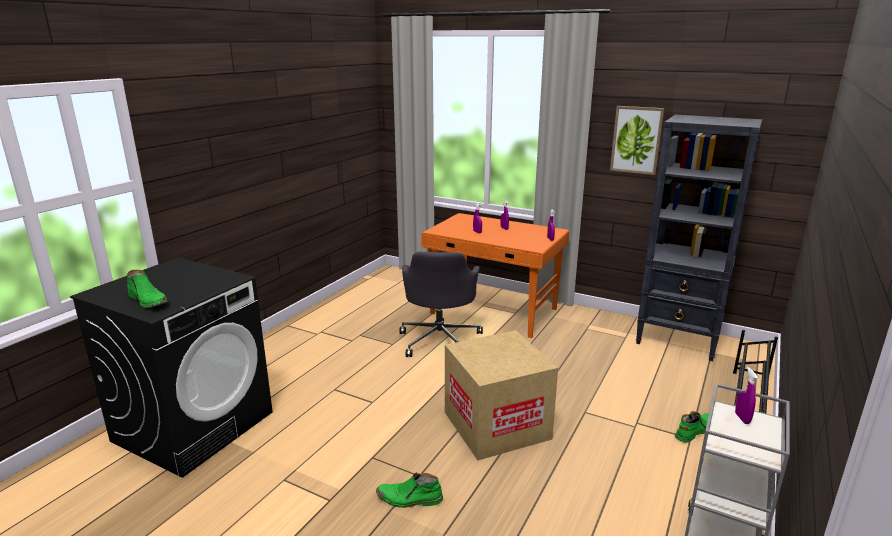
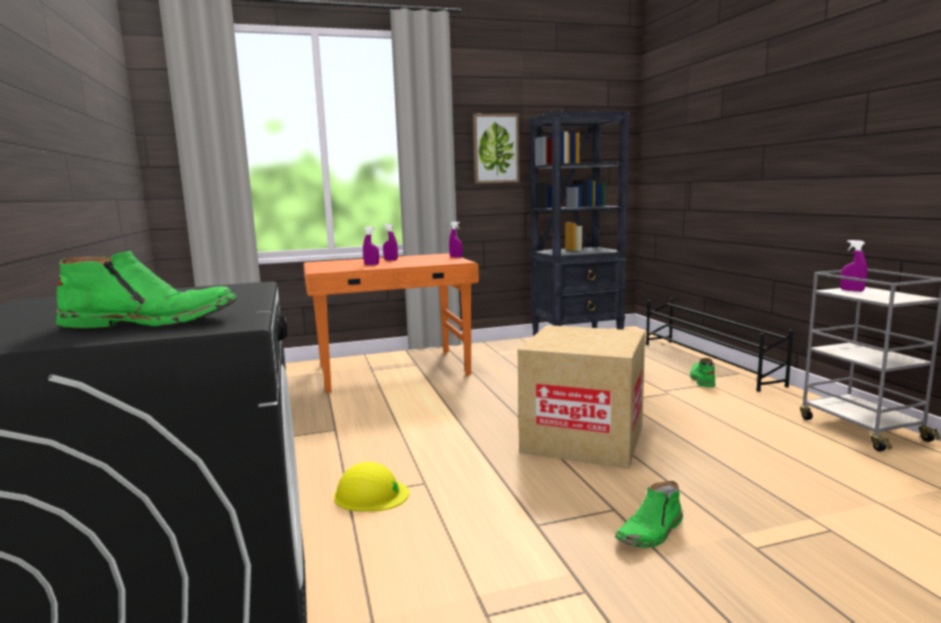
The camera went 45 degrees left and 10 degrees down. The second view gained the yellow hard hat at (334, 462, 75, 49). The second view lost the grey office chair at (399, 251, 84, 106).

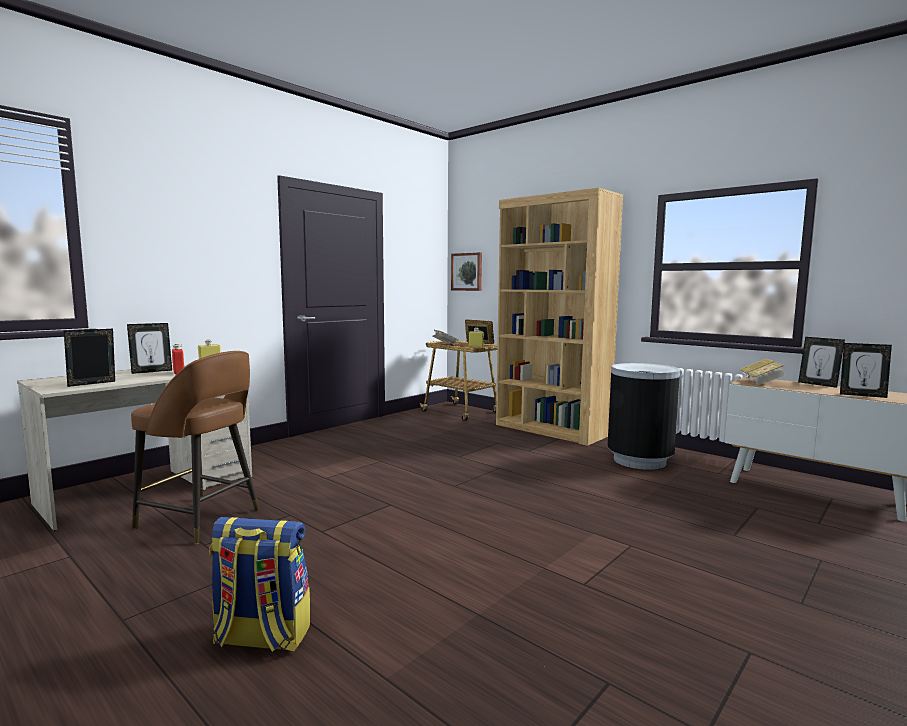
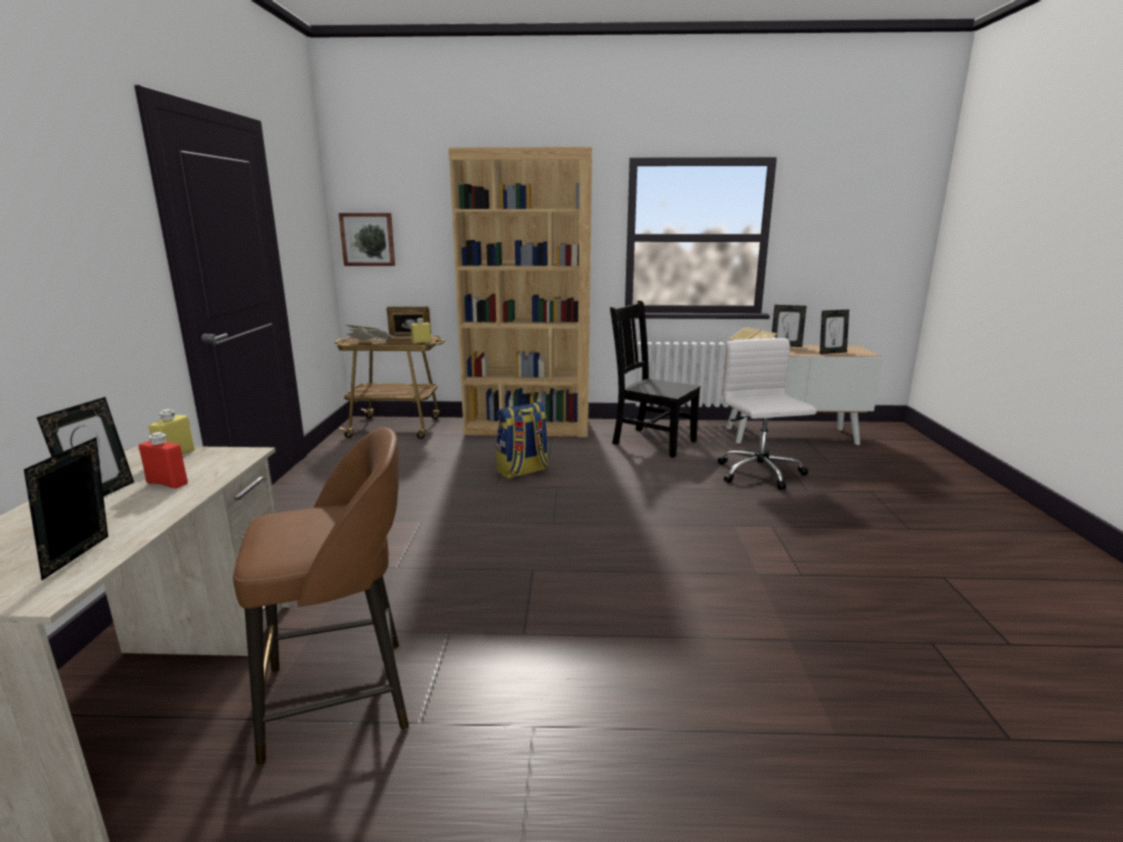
The camera went 40 degrees left and 10 degrees up. The backpack ended up elsewhere, having gone from (209, 517, 101, 135) to (496, 402, 52, 77). Where the black trash can stood at (607, 363, 73, 107), the black chair came to stand at (610, 300, 91, 158). The second view gained the white office chair at (718, 338, 99, 152).

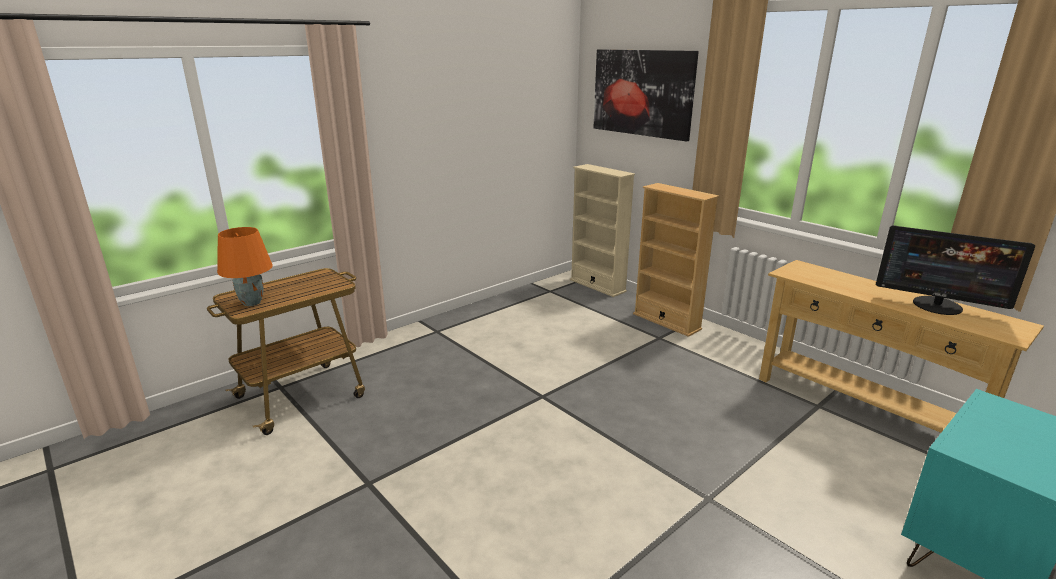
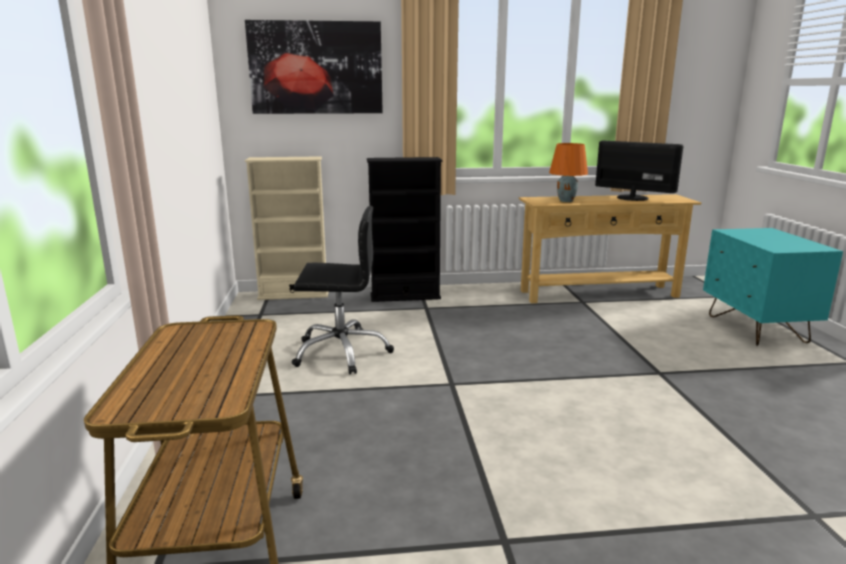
The camera went 55 degrees left and 5 degrees down. The second view gained the black office chair at (292, 206, 102, 168). What was the beige bookcase at (633, 183, 86, 154) turned into the black bookcase at (367, 157, 75, 145). The orange table lamp ended up elsewhere, having gone from (217, 227, 56, 79) to (549, 143, 39, 59). The monitor at (876, 225, 159, 90) ended up facing another way, 120 degrees counterclockwise from before.

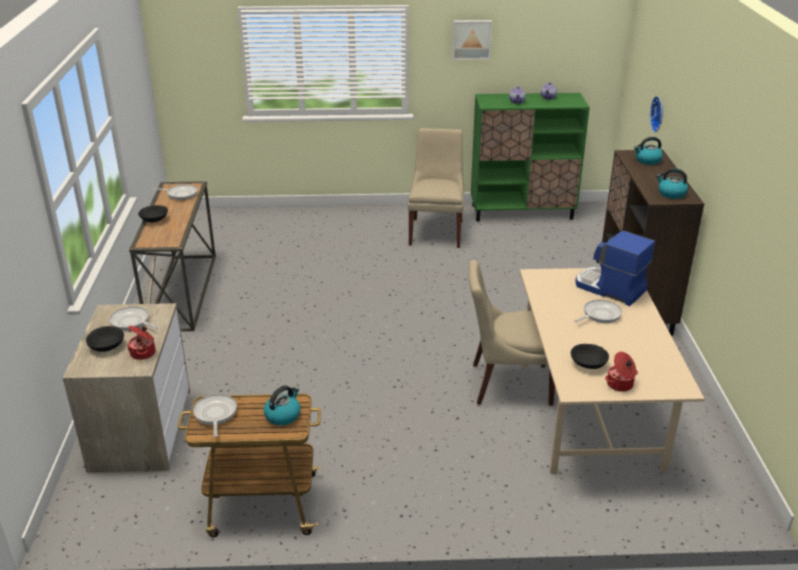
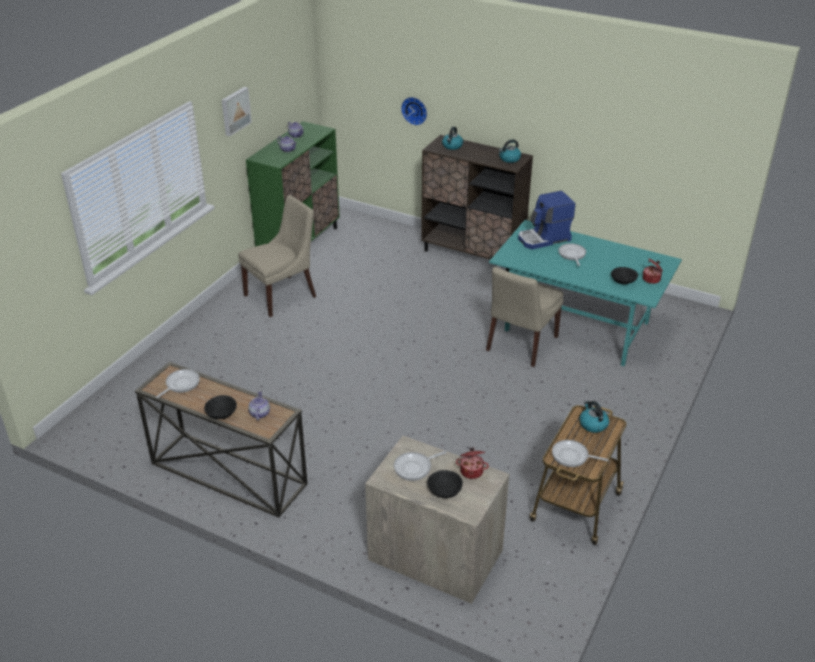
The camera went 60 degrees left and 5 degrees up. The beige chair at (408, 128, 56, 120) ended up facing another way, 105 degrees clockwise from before. The second view gained the teapot at (248, 391, 22, 29). What was the beige dining table at (520, 268, 185, 206) turned into the turquoise dining table at (489, 220, 193, 146).

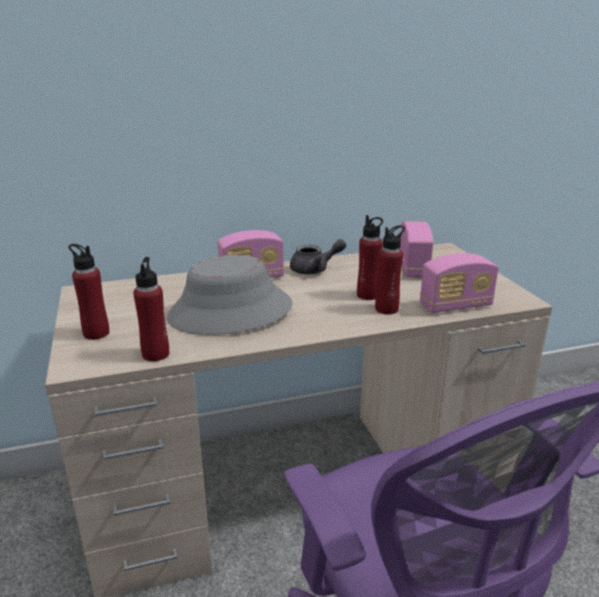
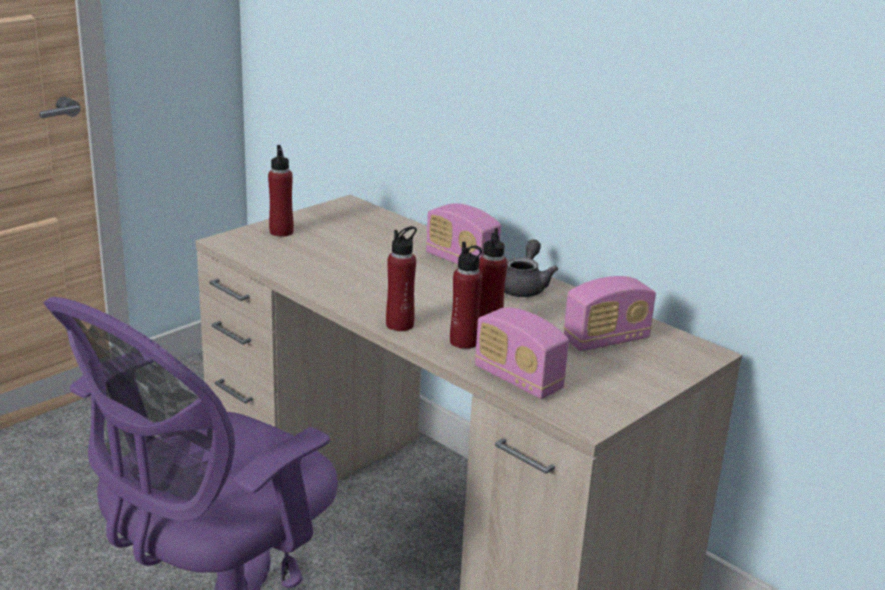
The camera went 60 degrees right and 0 degrees up. The red bottle ended up elsewhere, having gone from (133, 257, 36, 104) to (386, 226, 31, 105). The grey teapot at (290, 239, 56, 35) ended up facing another way, 120 degrees counterclockwise from before. The second view lost the grey hat at (167, 255, 126, 80).

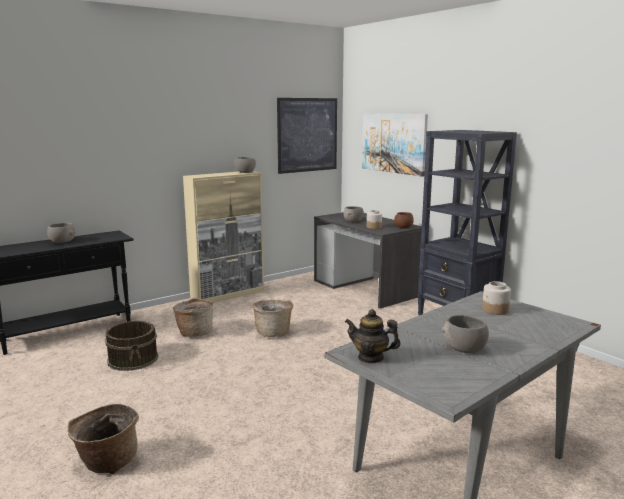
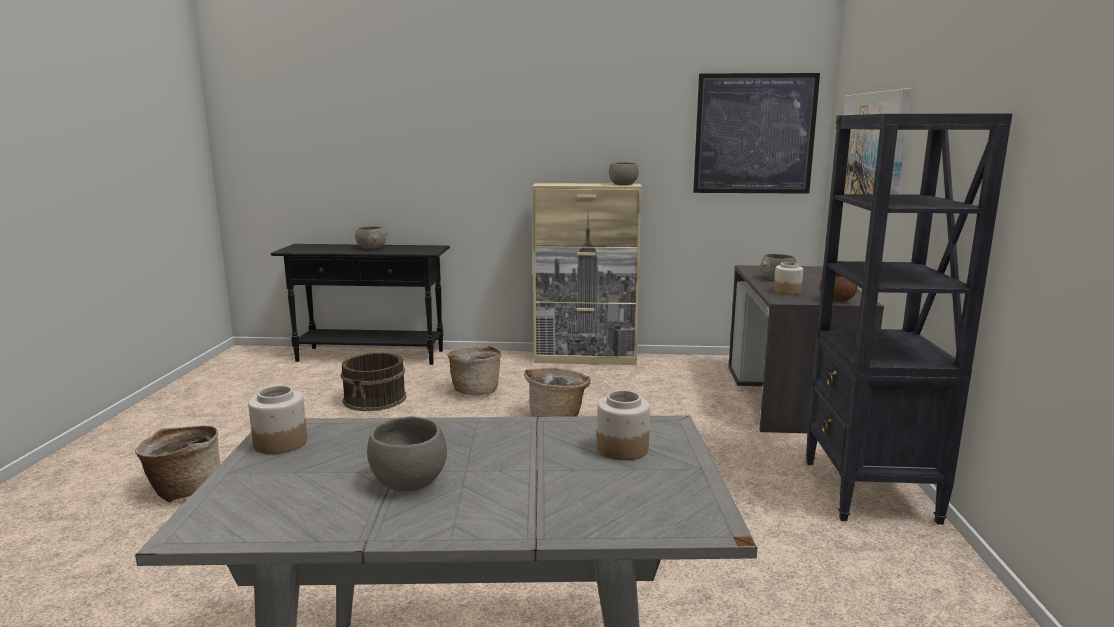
The camera went 40 degrees right and 0 degrees up. Where the teapot stood at (345, 309, 55, 55), the jar came to stand at (248, 386, 59, 68).

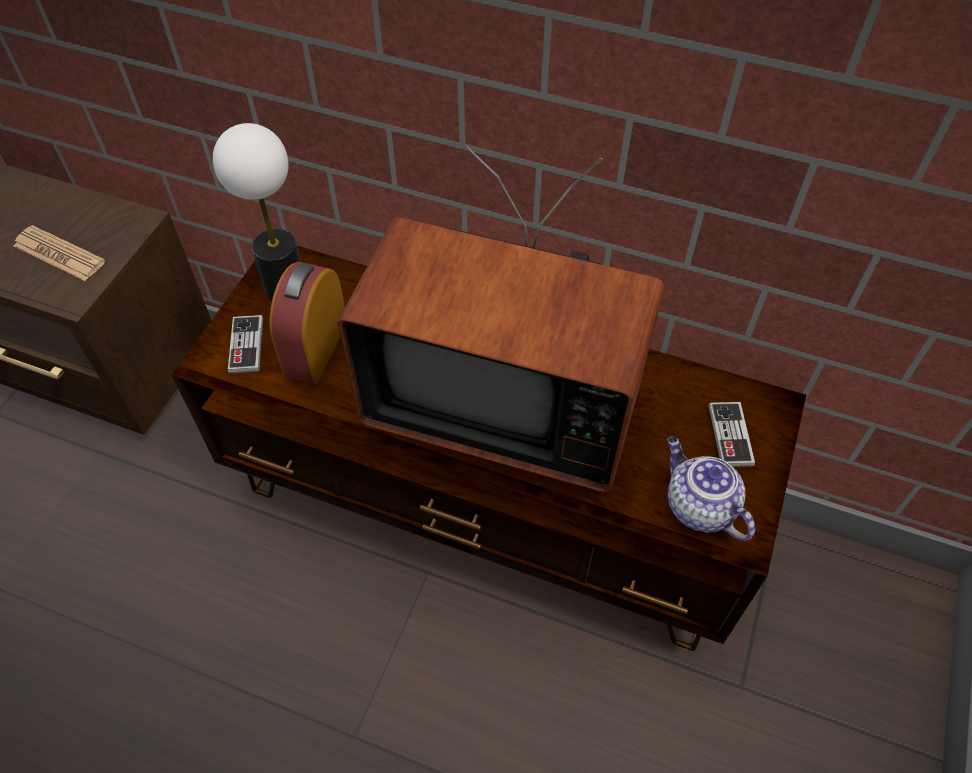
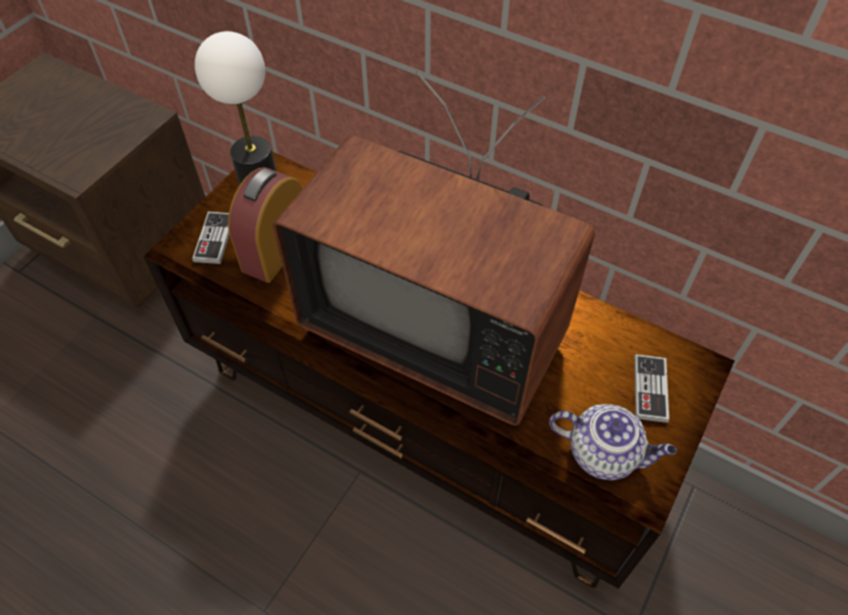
The camera went 10 degrees right and 0 degrees up. The teapot at (667, 437, 88, 104) ended up facing another way, 135 degrees clockwise from before. The second view lost the newspaper at (14, 225, 91, 56).

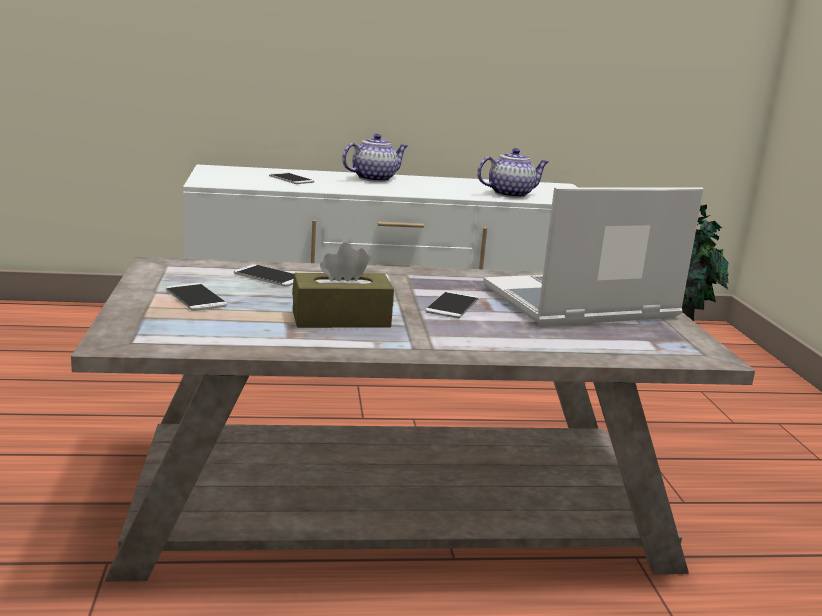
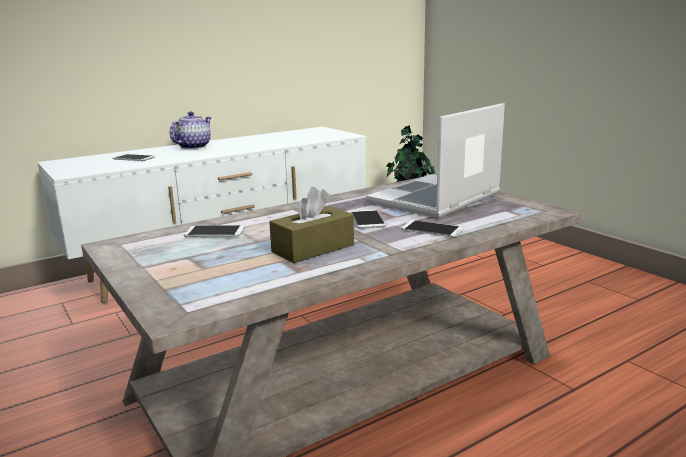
The camera went 25 degrees left and 0 degrees up. The phone ended up elsewhere, having gone from (166, 283, 61, 28) to (401, 220, 62, 17). The second view lost the teapot at (477, 148, 72, 50).

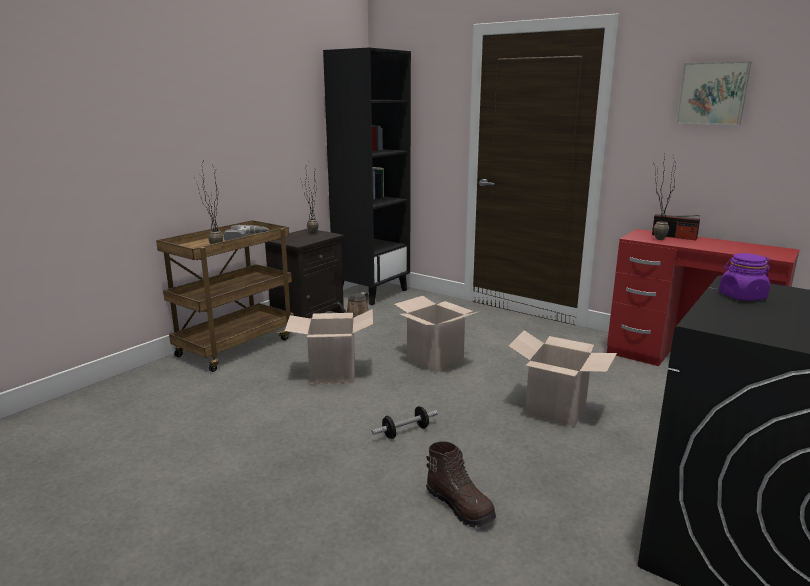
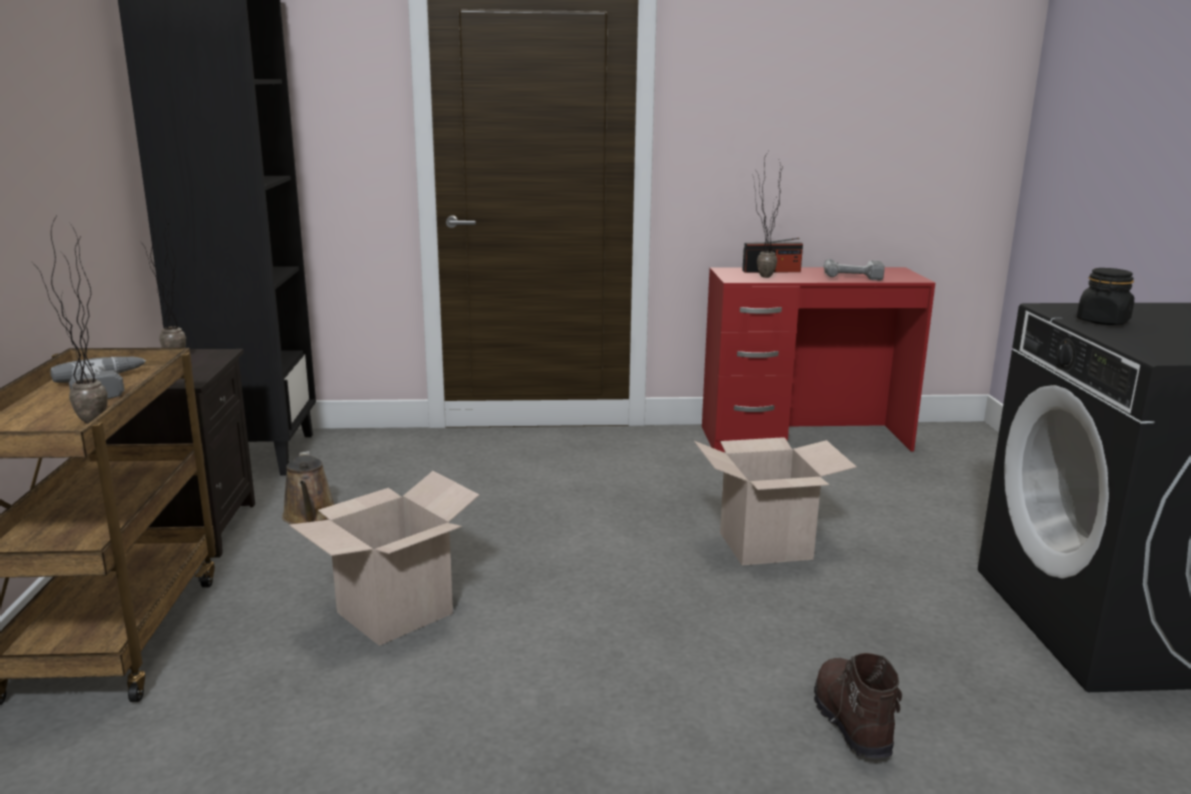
The camera went 40 degrees left and 0 degrees up. The brown boot at (426, 442, 70, 86) ended up facing another way, 105 degrees counterclockwise from before. The second view gained the power drill at (824, 259, 61, 22). What was the purple jar at (719, 253, 51, 48) turned into the black jar at (1077, 268, 57, 57). The second view lost the dumbbell at (372, 406, 66, 33). The second view lost the cardboard box at (394, 296, 86, 77). The second view lost the picture at (676, 61, 75, 64).

